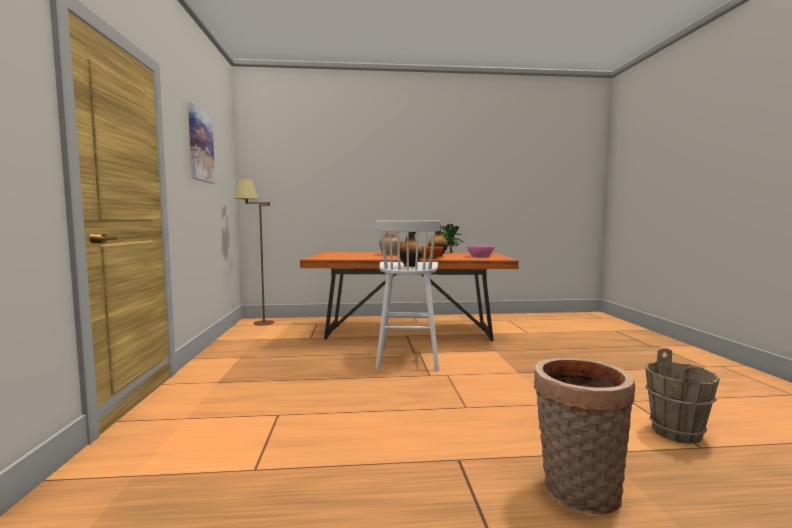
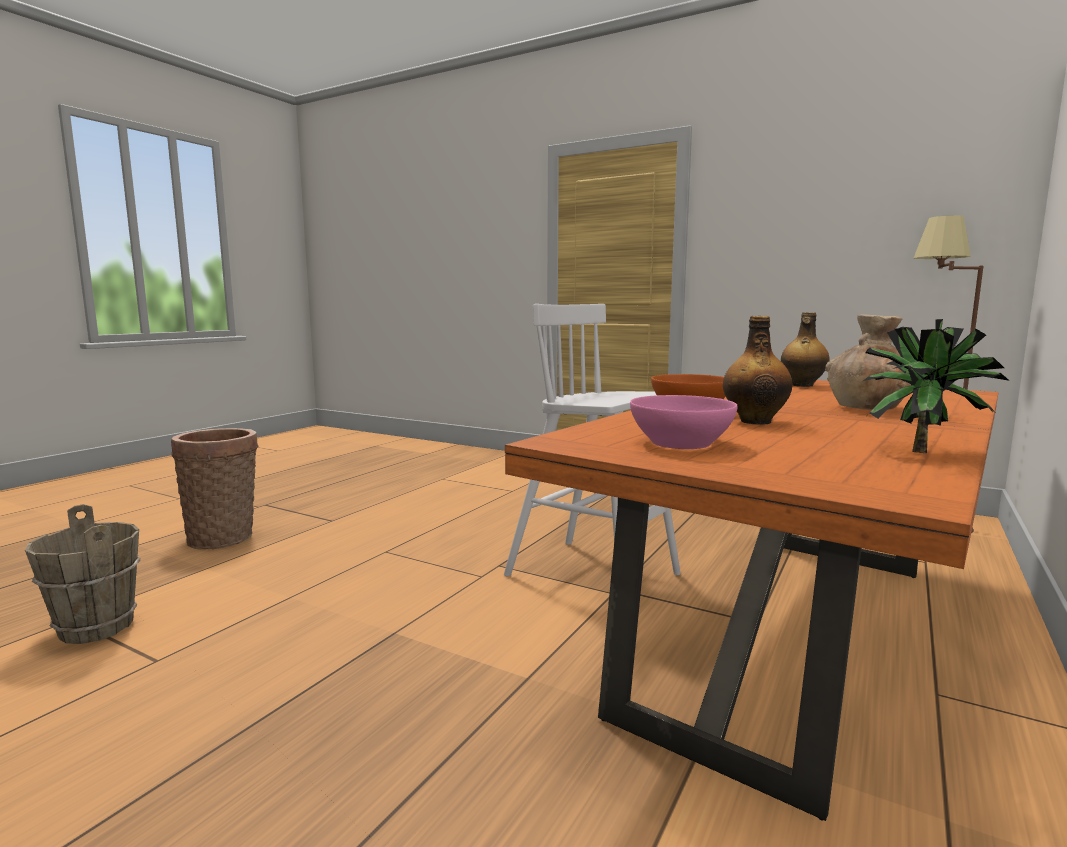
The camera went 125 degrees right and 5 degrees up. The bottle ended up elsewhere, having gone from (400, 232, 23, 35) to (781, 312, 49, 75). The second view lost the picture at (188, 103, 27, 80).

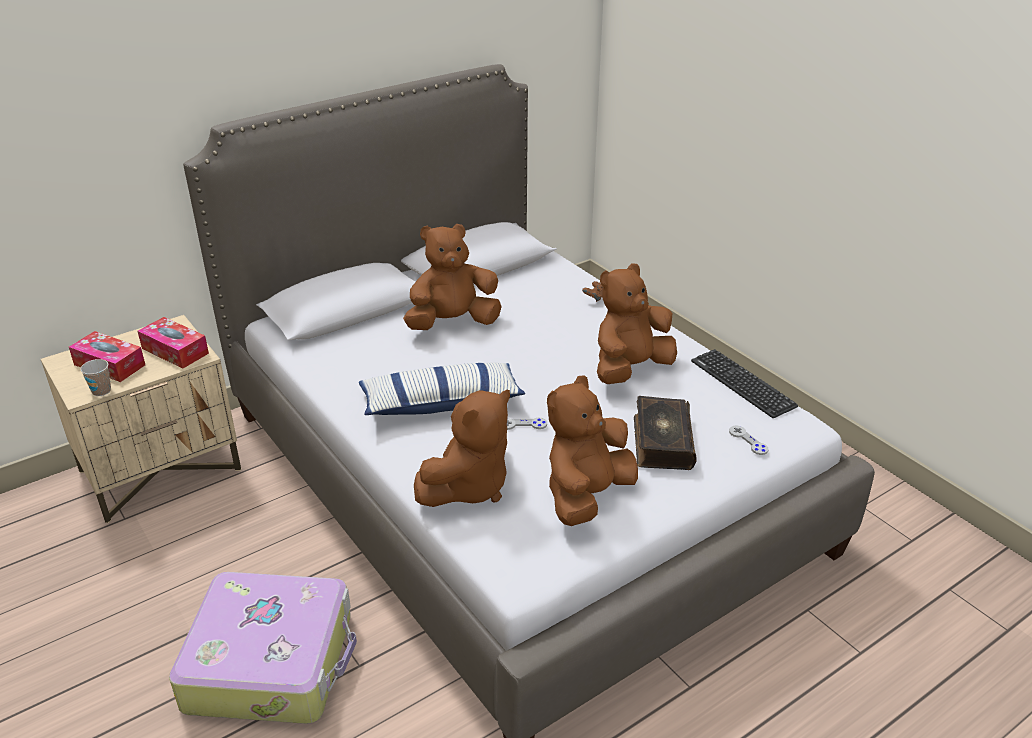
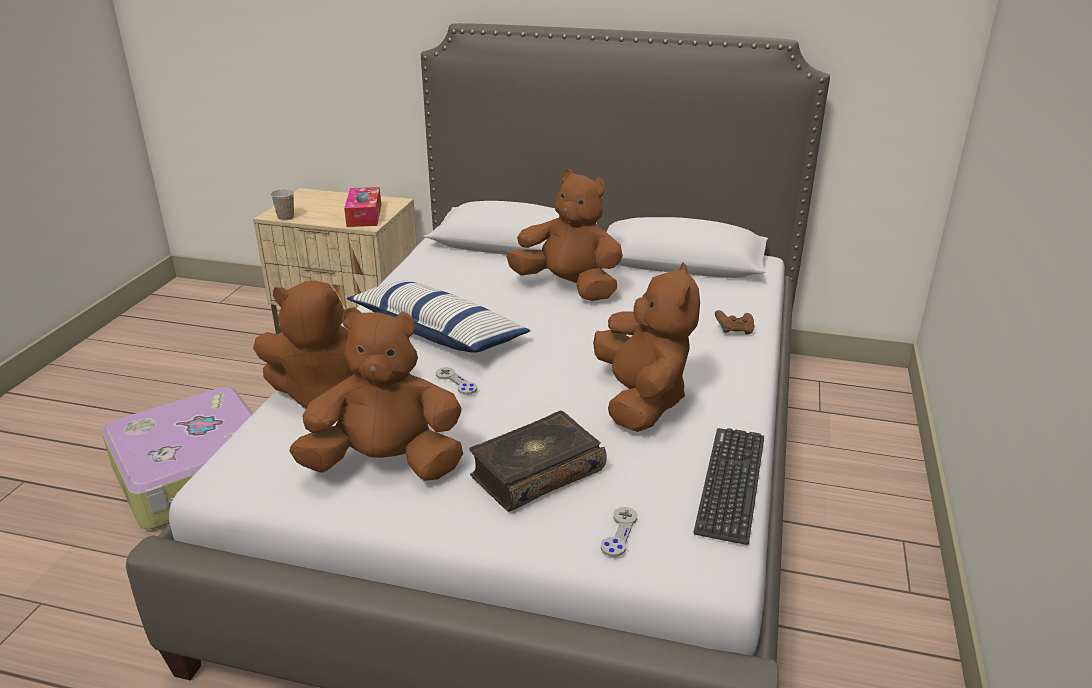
The camera went 50 degrees right and 5 degrees down. The brown plush toy at (597, 263, 80, 121) ended up facing another way, 75 degrees clockwise from before. The second view lost the tissue box at (69, 331, 76, 51).

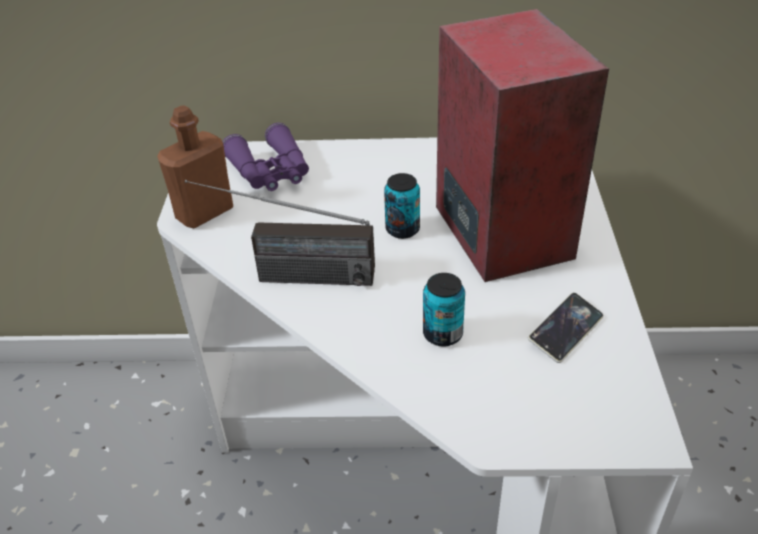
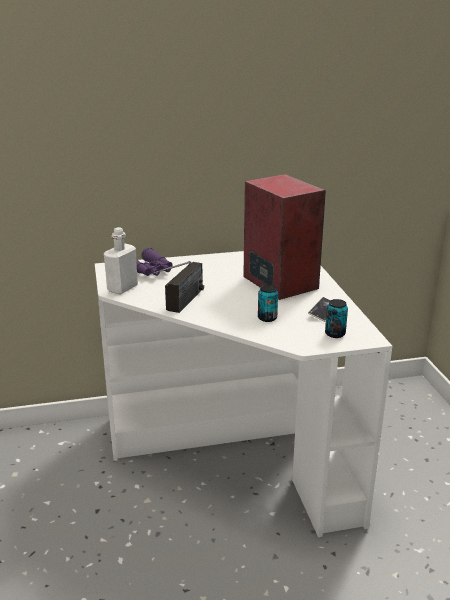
The camera went 15 degrees left and 15 degrees down. What was the brown bottle at (157, 105, 76, 123) turned into the white bottle at (104, 227, 34, 68). The radio at (185, 180, 190, 106) ended up facing another way, 60 degrees counterclockwise from before. The can ended up elsewhere, having gone from (384, 173, 36, 66) to (325, 299, 23, 39).

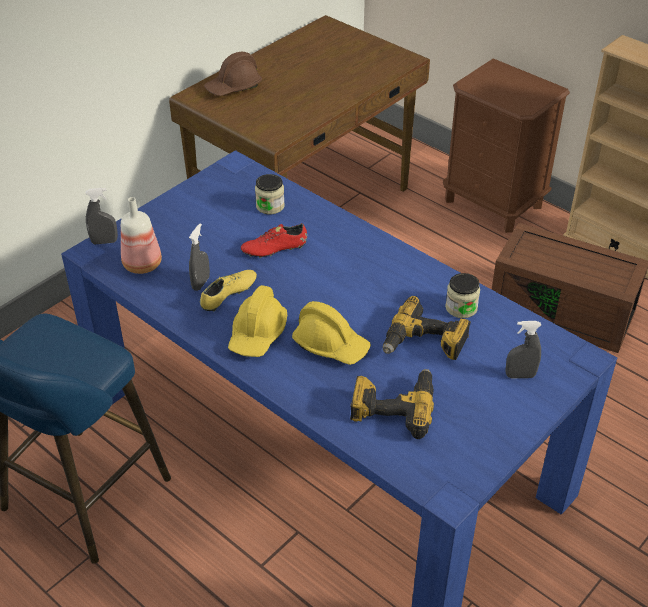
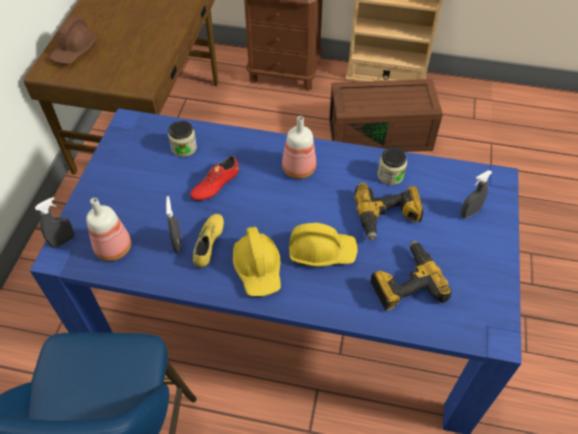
The camera went 30 degrees left and 10 degrees up. The second view gained the bottle at (282, 116, 34, 63).

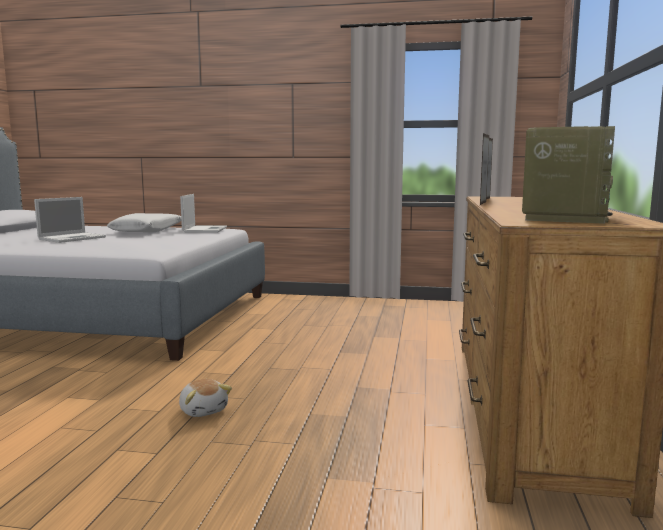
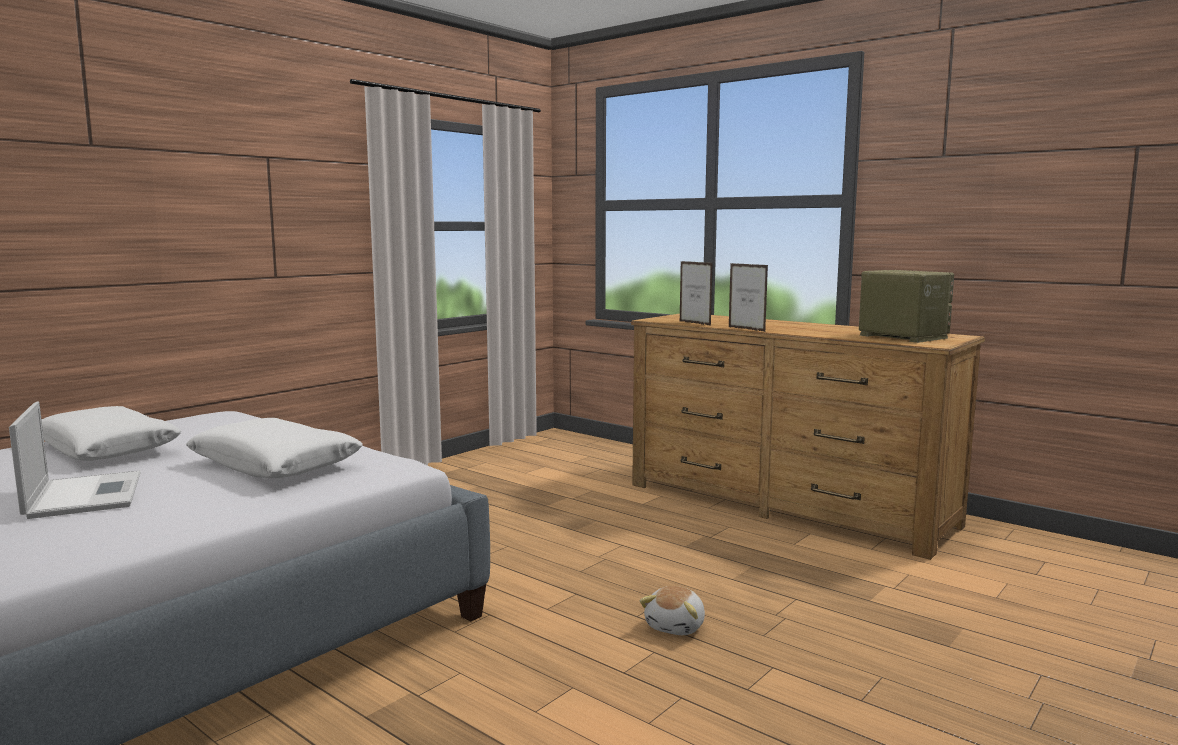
The camera went 60 degrees left and 0 degrees up. The second view gained the white pillow at (186, 418, 177, 60). The plush toy at (179, 379, 53, 38) ended up facing another way, 120 degrees clockwise from before. The second view lost the laptop at (180, 194, 47, 39).

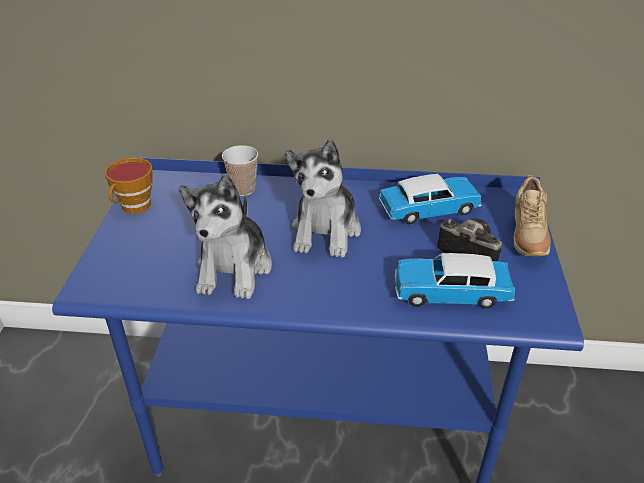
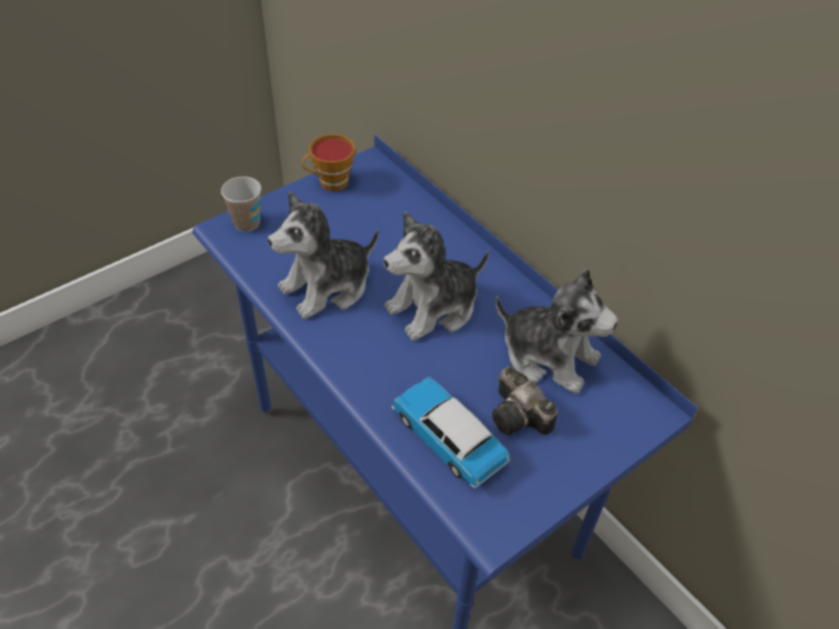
The camera went 45 degrees right and 10 degrees up. The cup ended up elsewhere, having gone from (222, 145, 36, 51) to (221, 176, 40, 56). The photo camera at (437, 218, 65, 43) ended up facing another way, 150 degrees clockwise from before. Where the toy car stood at (379, 174, 103, 50), the plush toy came to stand at (495, 269, 123, 125). The second view lost the beige shoe at (514, 175, 37, 82).

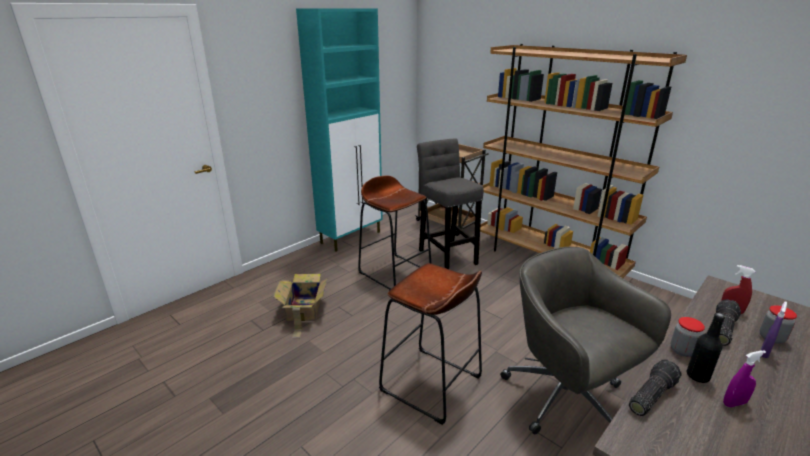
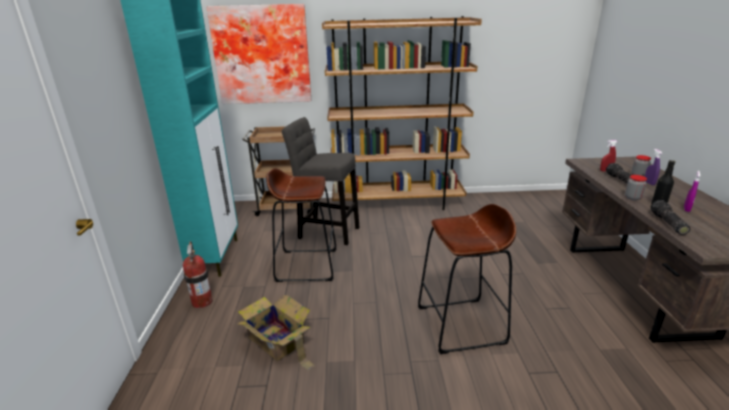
The camera went 45 degrees left and 0 degrees up. The second view gained the fire extinguisher at (183, 241, 30, 67). The second view gained the picture at (206, 4, 106, 100). The second view lost the grey office chair at (500, 247, 171, 187).

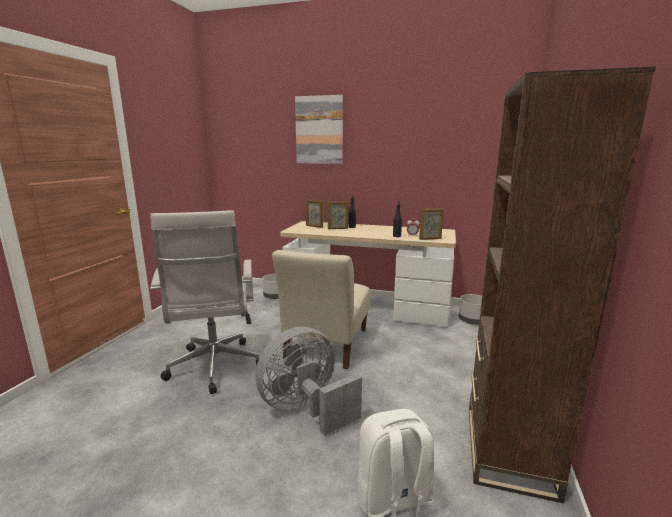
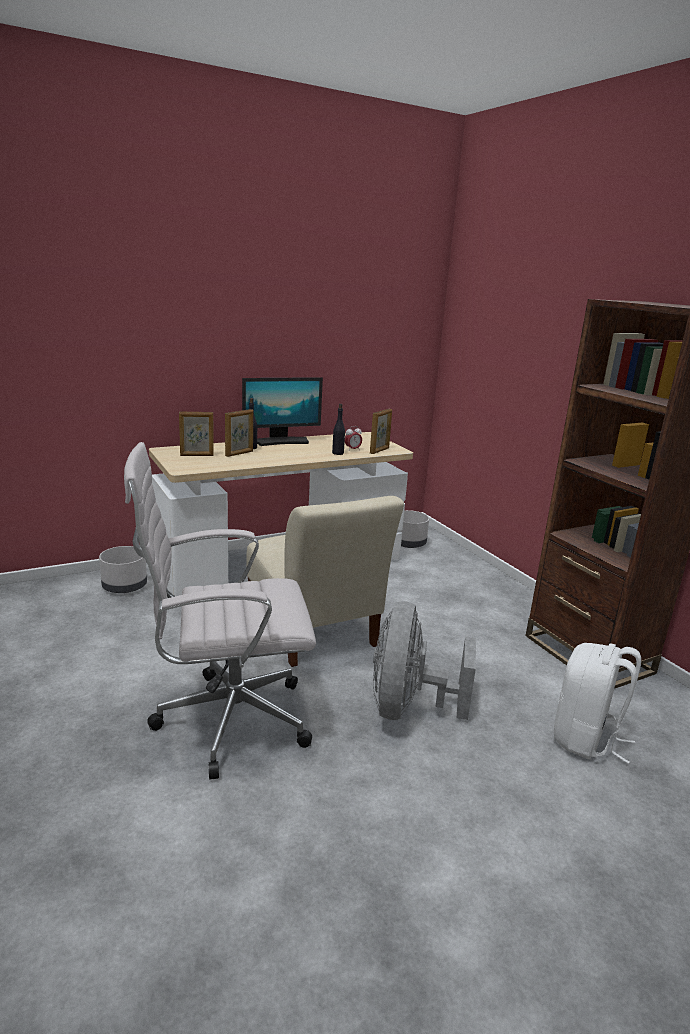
The camera went 45 degrees left and 5 degrees up. The white office chair at (150, 210, 109, 184) ended up facing another way, 135 degrees clockwise from before. The second view gained the monitor at (242, 377, 81, 69). The second view lost the picture at (295, 95, 48, 69).

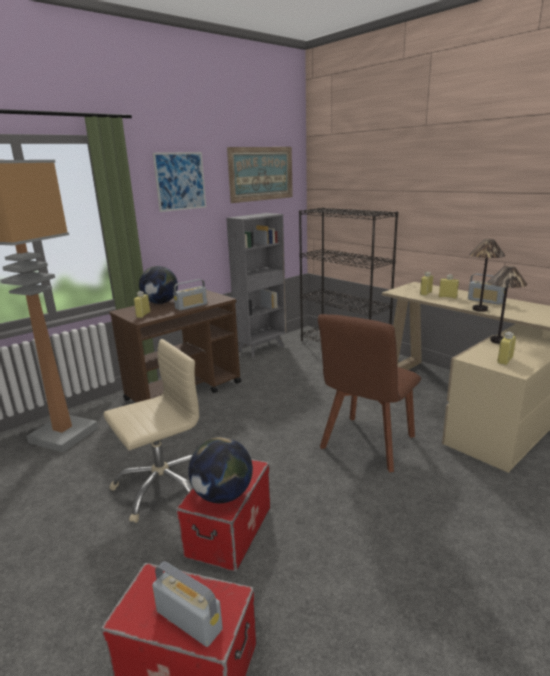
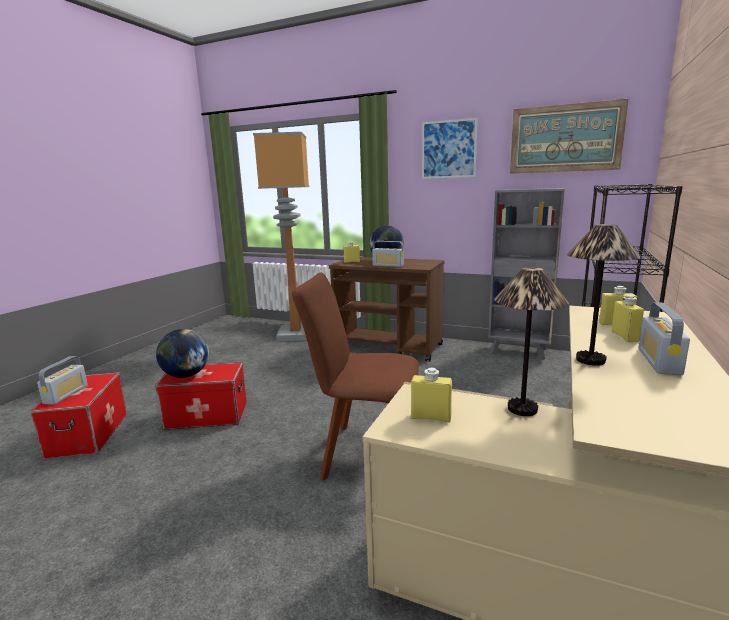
The camera went 65 degrees right and 5 degrees down. The second view lost the beige office chair at (103, 339, 96, 184).

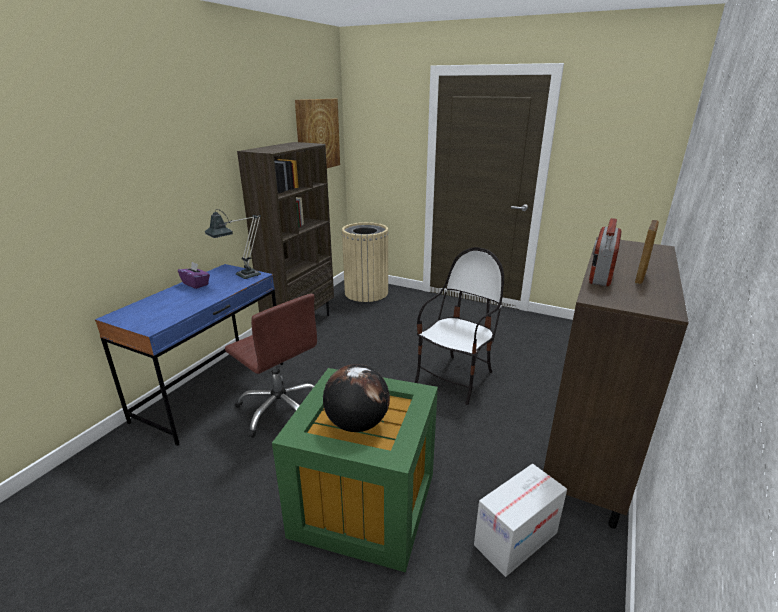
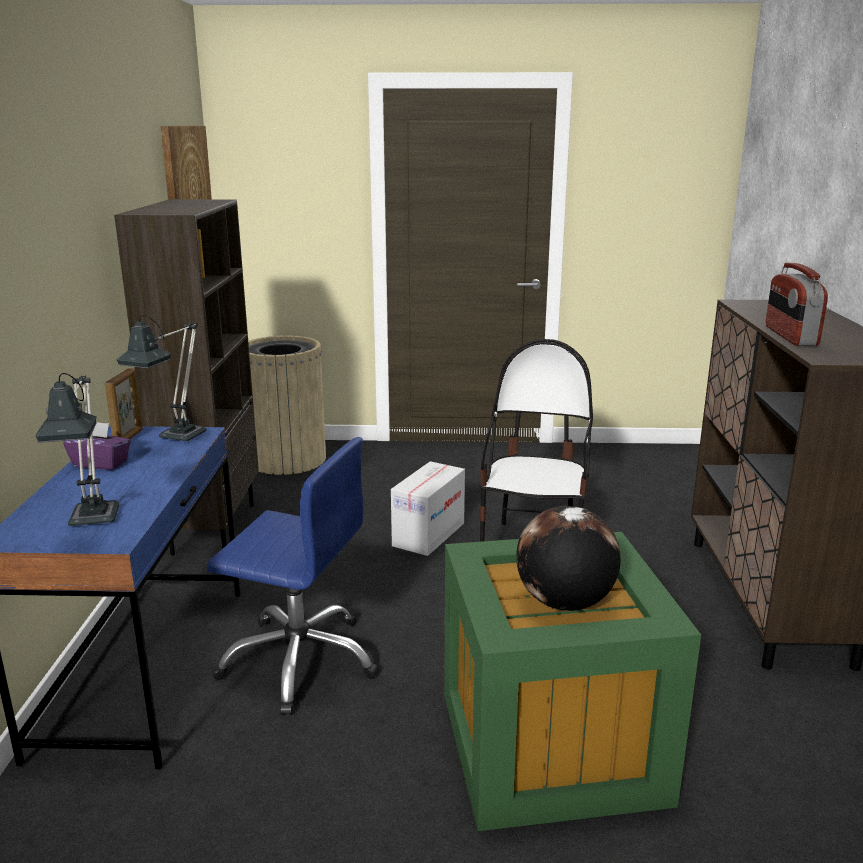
The camera went 25 degrees left and 5 degrees down. The second view gained the table lamp at (35, 373, 85, 153). The picture frame ended up elsewhere, having gone from (635, 220, 24, 64) to (105, 368, 38, 71). What was the brown office chair at (225, 294, 92, 144) turned into the blue office chair at (207, 437, 172, 278). The cardboard box ended up elsewhere, having gone from (474, 464, 93, 113) to (391, 461, 74, 95).

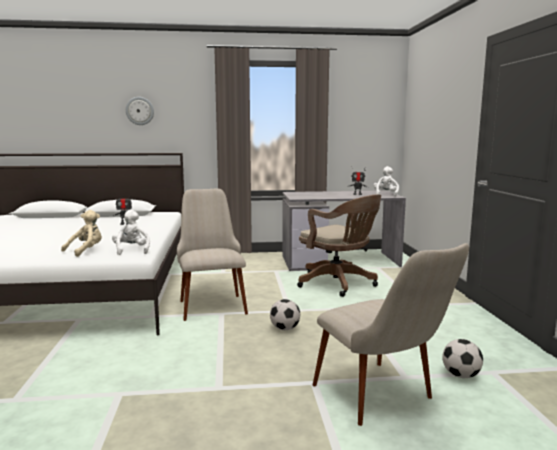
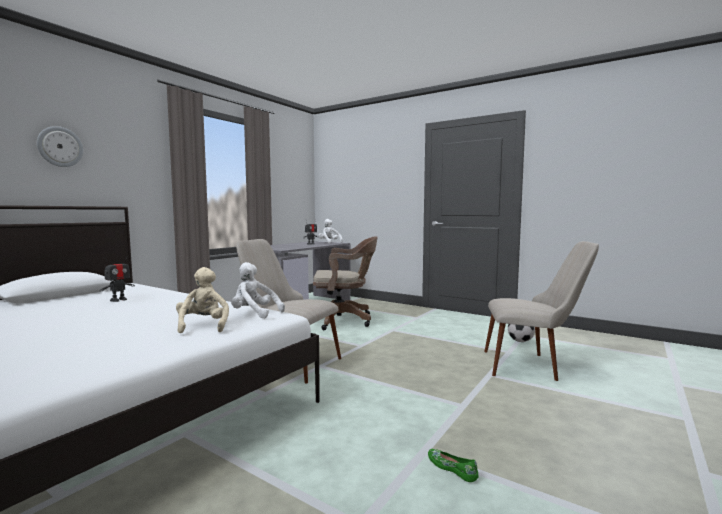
The camera went 50 degrees left and 5 degrees down. The second view gained the green shoe at (428, 449, 51, 33). The second view lost the football at (270, 299, 30, 31).

